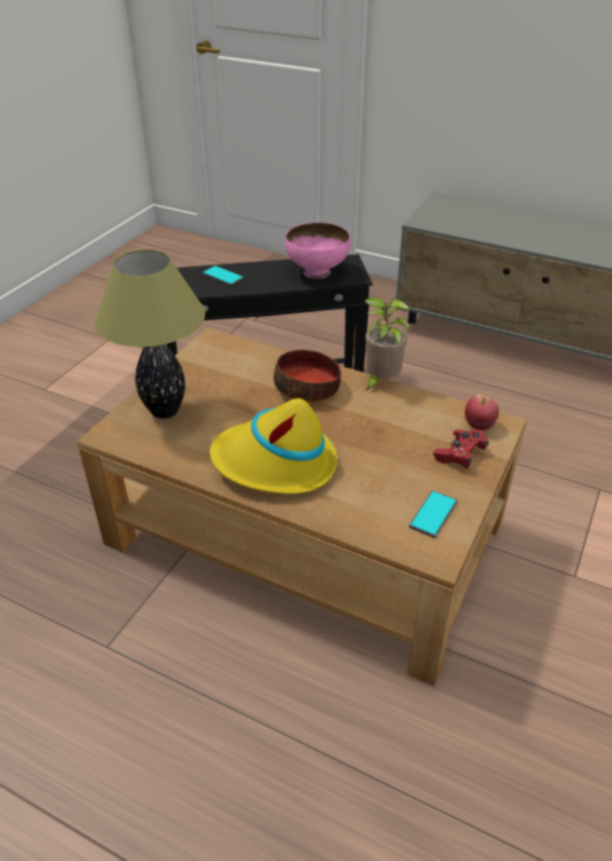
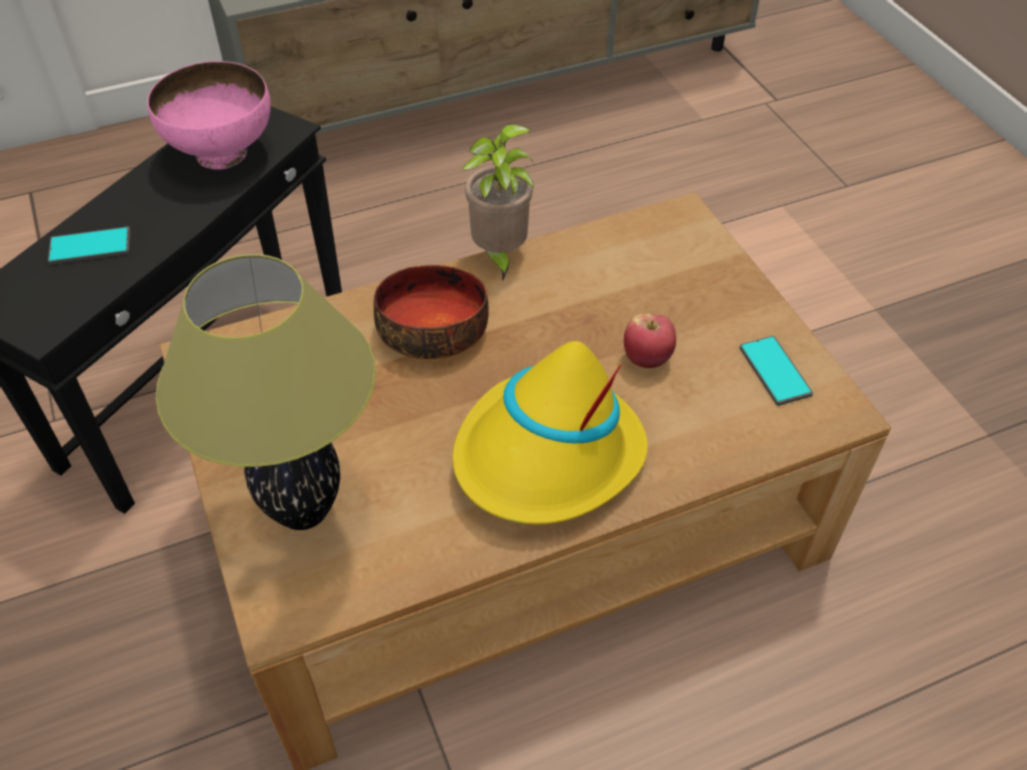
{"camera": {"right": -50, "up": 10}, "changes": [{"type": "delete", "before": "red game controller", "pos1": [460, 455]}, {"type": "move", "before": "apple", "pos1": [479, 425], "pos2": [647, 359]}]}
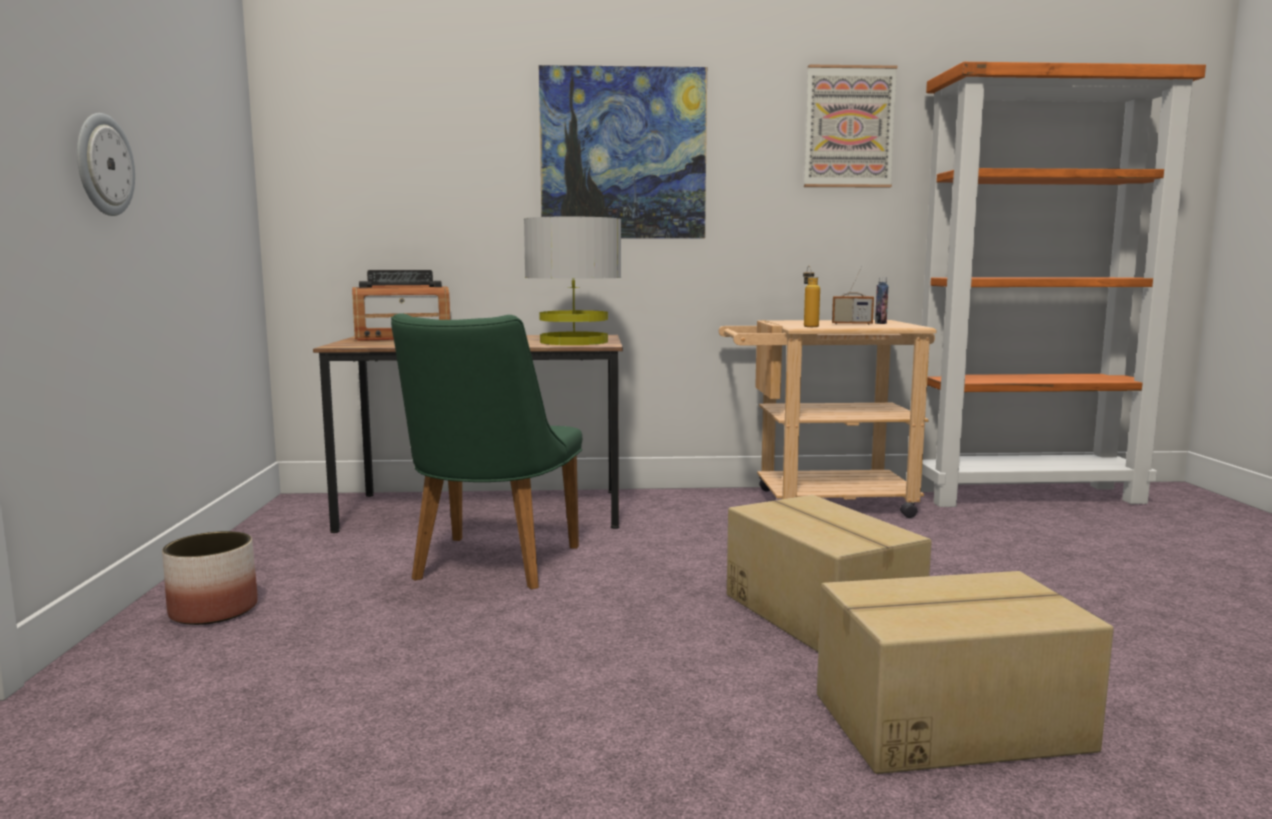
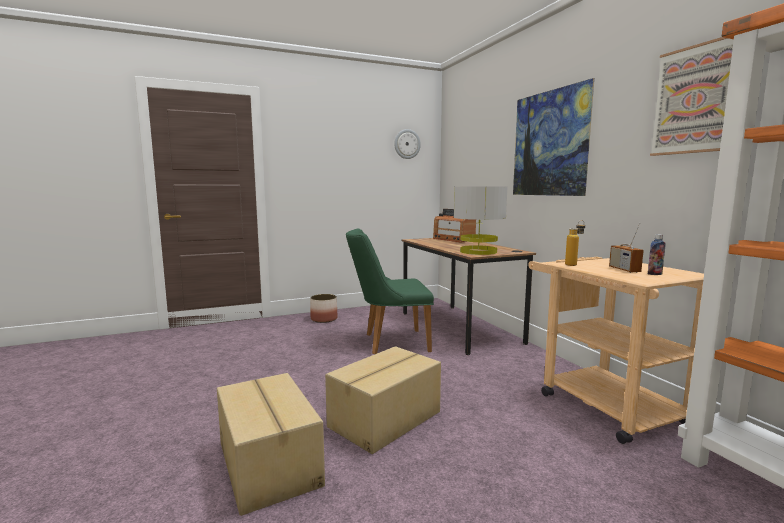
{"camera": {"right": 70, "up": 0}, "changes": [{"type": "move", "before": "wall clock", "pos1": [103, 165], "pos2": [407, 144]}]}
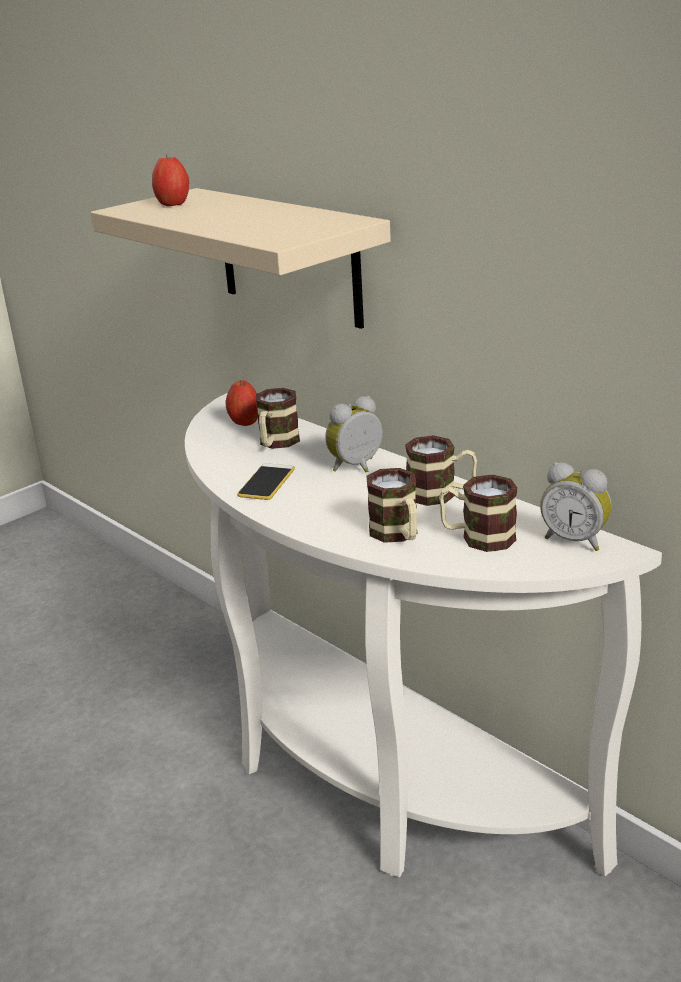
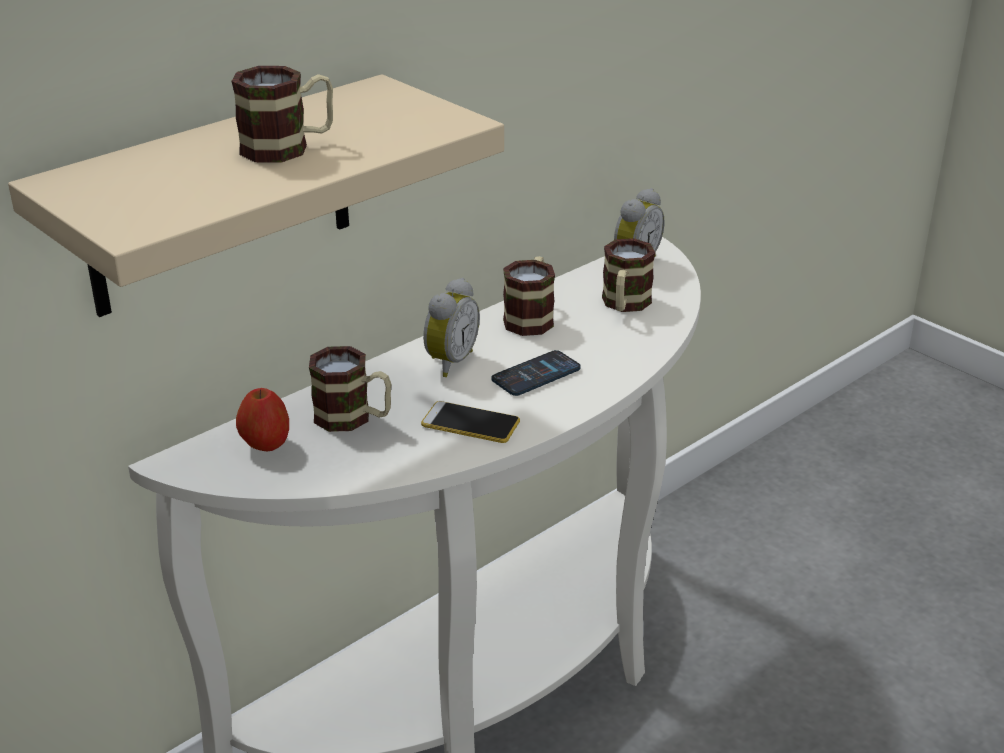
{"camera": {"right": -90, "up": 5}, "changes": [{"type": "delete", "before": "apple", "pos1": [173, 204]}, {"type": "rotate", "before": "alarm clock", "pos1": [358, 467], "pos2": [448, 362], "turn": -120}, {"type": "move", "before": "mug", "pos1": [398, 535], "pos2": [288, 147]}, {"type": "insert", "after": "phone", "pos2": [536, 374]}]}
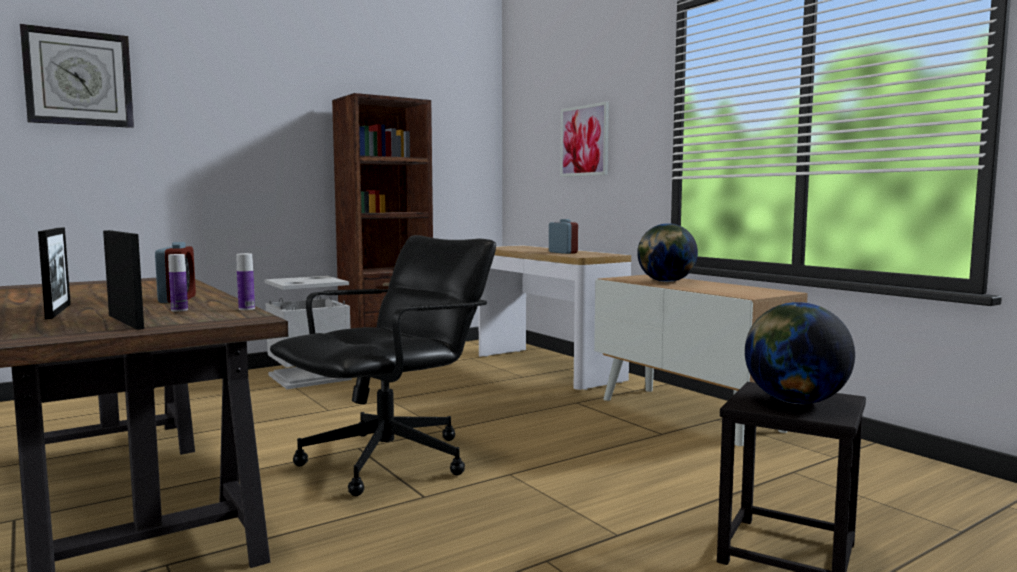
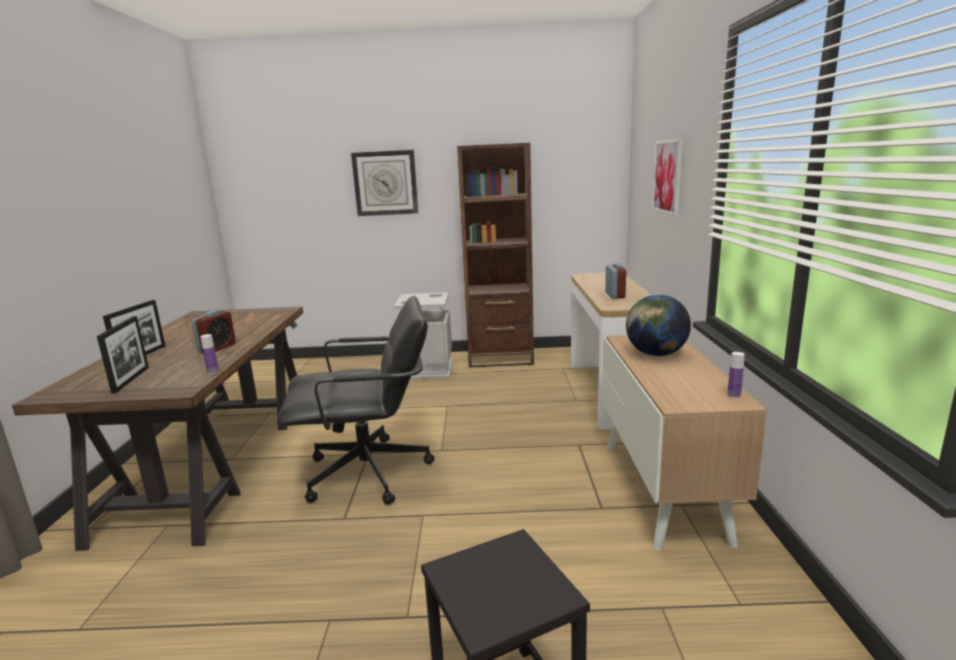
{"camera": {"right": 35, "up": 10}, "changes": [{"type": "move", "before": "wall clock", "pos1": [79, 78], "pos2": [385, 183]}, {"type": "move", "before": "bottle", "pos1": [179, 310], "pos2": [734, 395]}, {"type": "delete", "before": "globe", "pos1": [794, 402]}]}
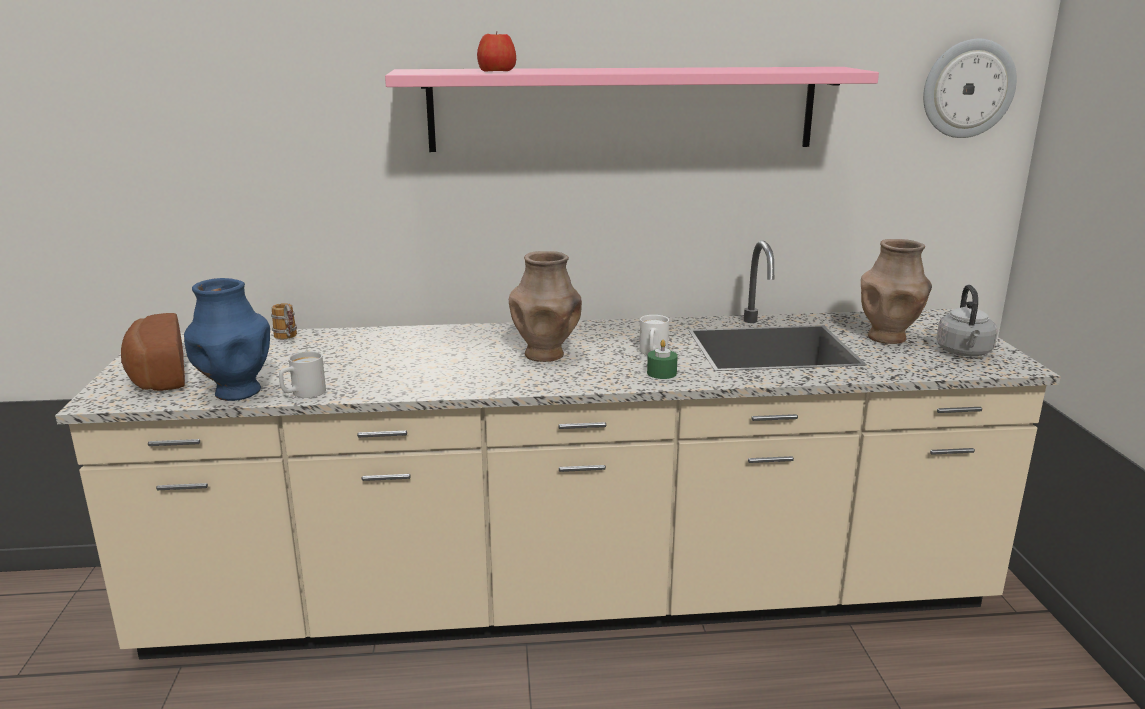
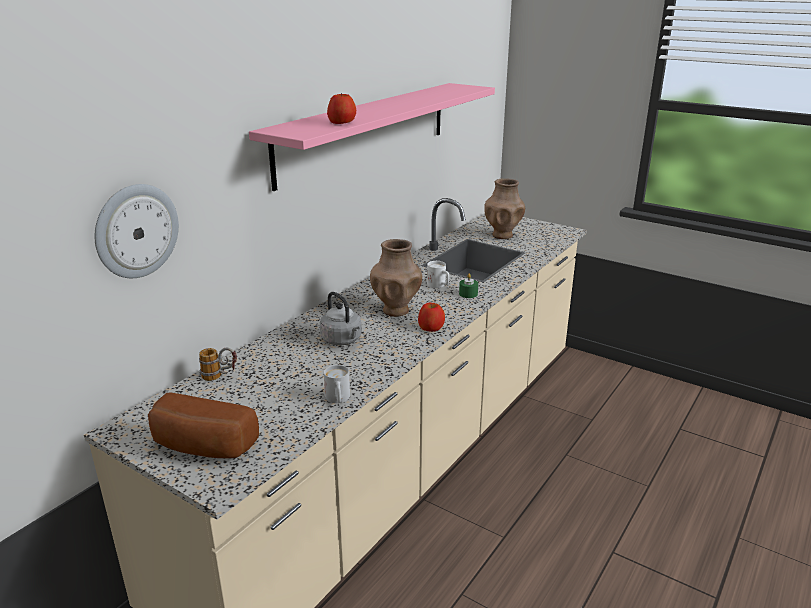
{"camera": {"right": -50, "up": 5}, "changes": [{"type": "delete", "before": "blue vase", "pos1": [236, 392]}, {"type": "move", "before": "wall clock", "pos1": [968, 89], "pos2": [136, 231]}, {"type": "move", "before": "grey kettle", "pos1": [964, 353], "pos2": [343, 340]}, {"type": "insert", "after": "apple", "pos2": [431, 327]}]}
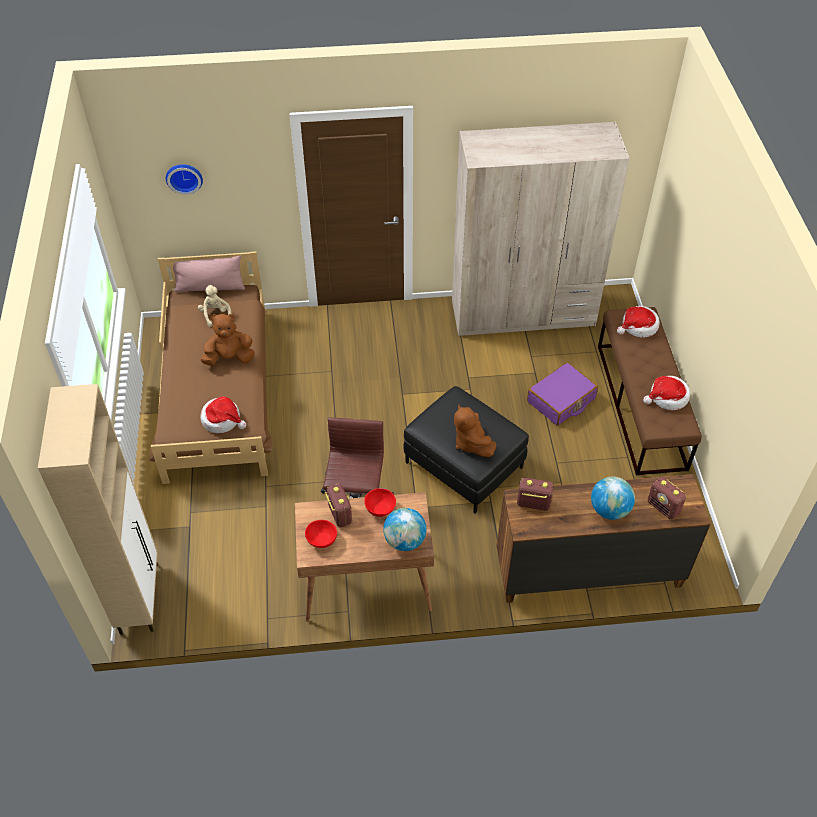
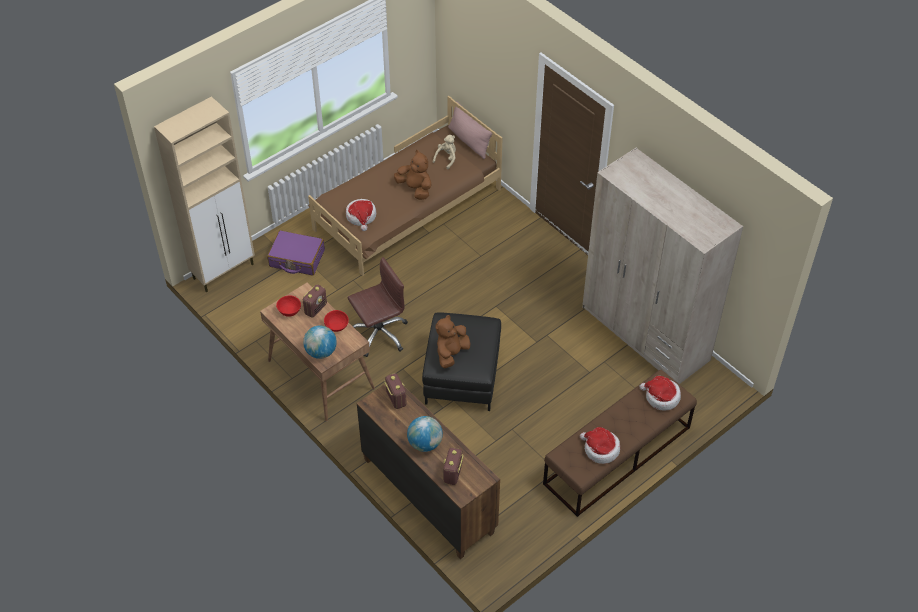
{"camera": {"right": 55, "up": 0}, "changes": [{"type": "delete", "before": "wall clock", "pos1": [184, 177]}, {"type": "move", "before": "purple suitcase", "pos1": [561, 400], "pos2": [296, 258]}]}
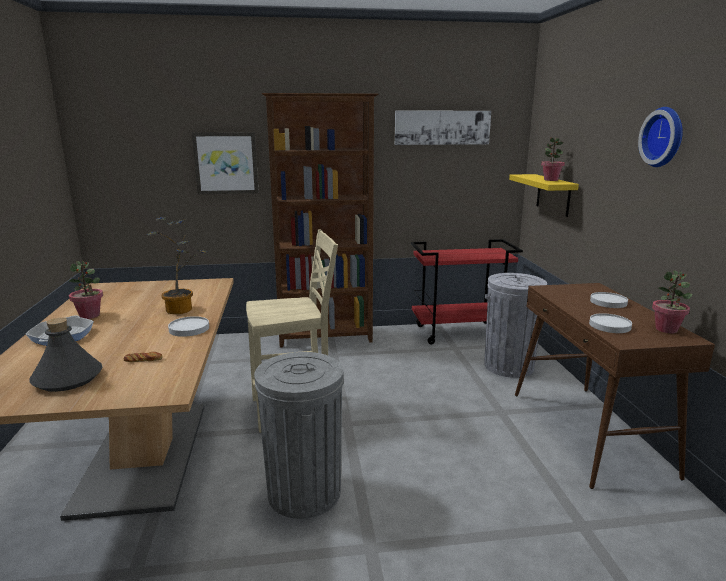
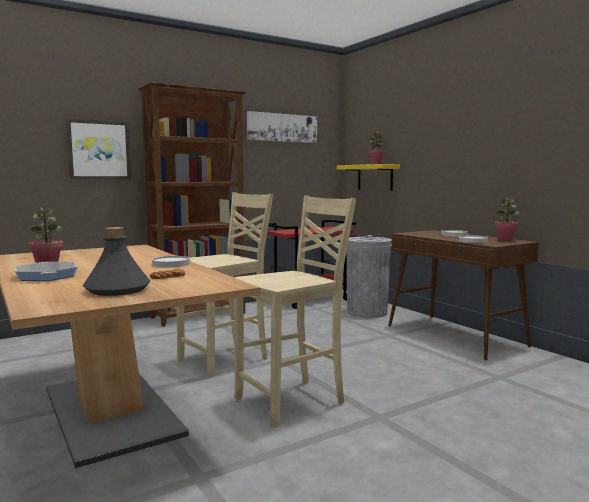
{"camera": {"right": -25, "up": -10}, "changes": [{"type": "delete", "before": "potted plant", "pos1": [183, 310]}, {"type": "replace", "before": "grey trash can", "after": "beige chair", "pos1": [304, 492], "pos2": [293, 401]}, {"type": "delete", "before": "wall clock", "pos1": [665, 137]}]}
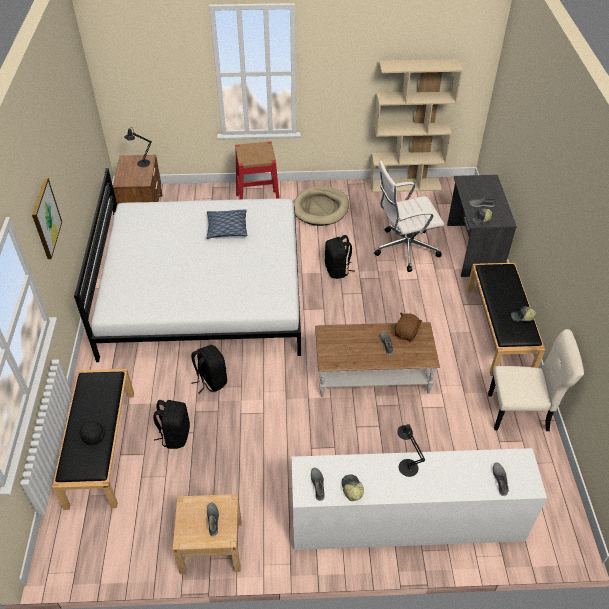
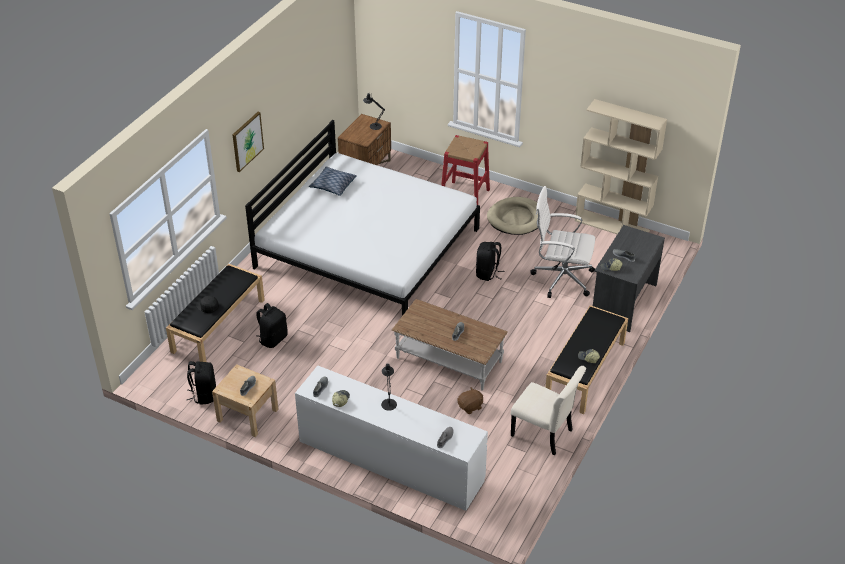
{"camera": {"right": 30, "up": -5}, "changes": [{"type": "move", "before": "black backpack", "pos1": [211, 380], "pos2": [204, 395]}, {"type": "move", "before": "pillow", "pos1": [227, 229], "pos2": [333, 185]}, {"type": "move", "before": "brown plush toy", "pos1": [406, 333], "pos2": [470, 407]}]}
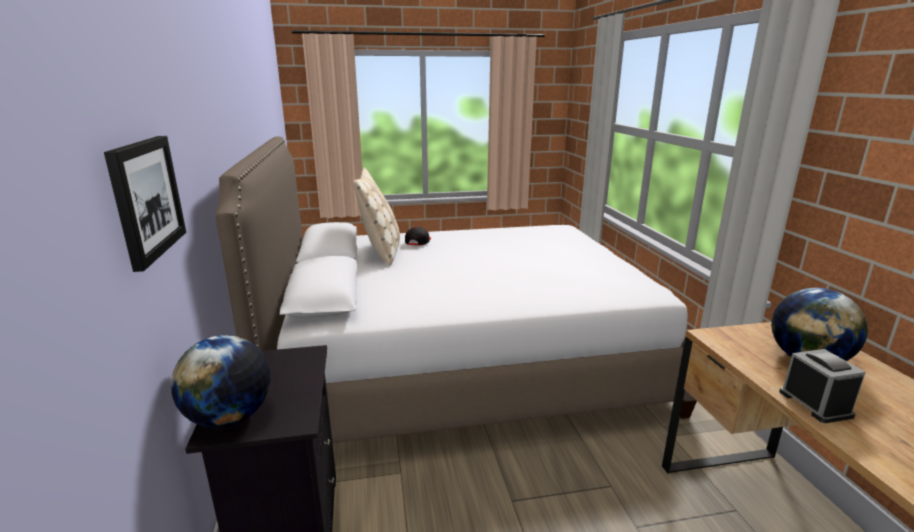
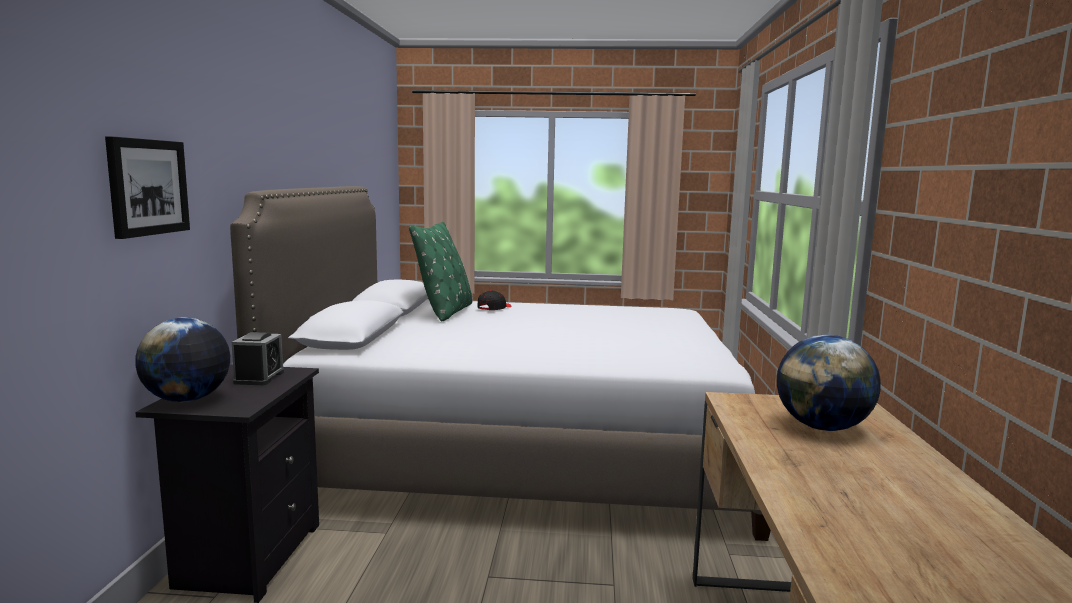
{"camera": {"right": 15, "up": -10}, "changes": [{"type": "recolor", "before": "beige pillow", "after": "green pillow", "pos1": [381, 251], "pos2": [445, 312]}, {"type": "move", "before": "alarm clock", "pos1": [815, 404], "pos2": [259, 377]}]}
